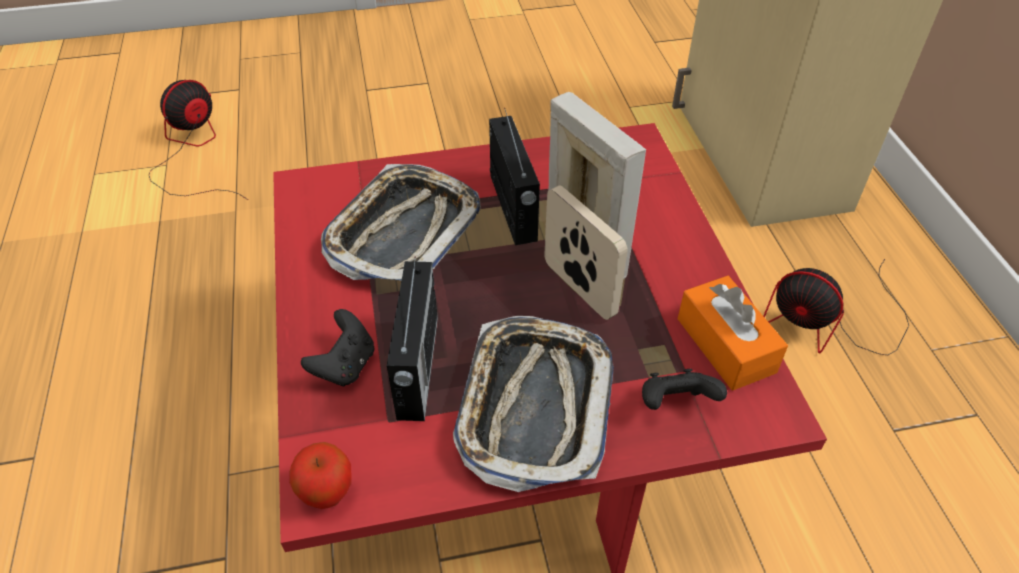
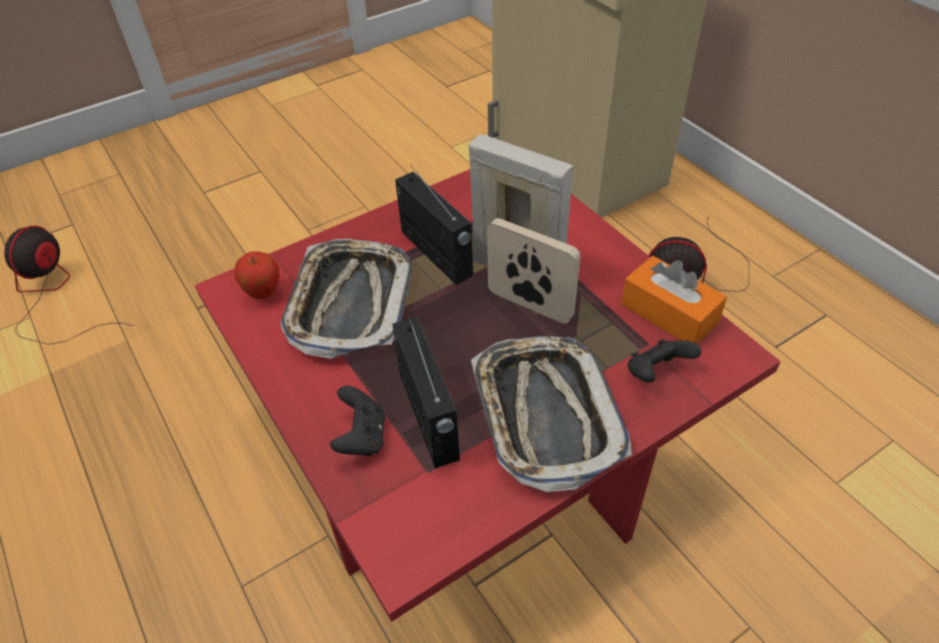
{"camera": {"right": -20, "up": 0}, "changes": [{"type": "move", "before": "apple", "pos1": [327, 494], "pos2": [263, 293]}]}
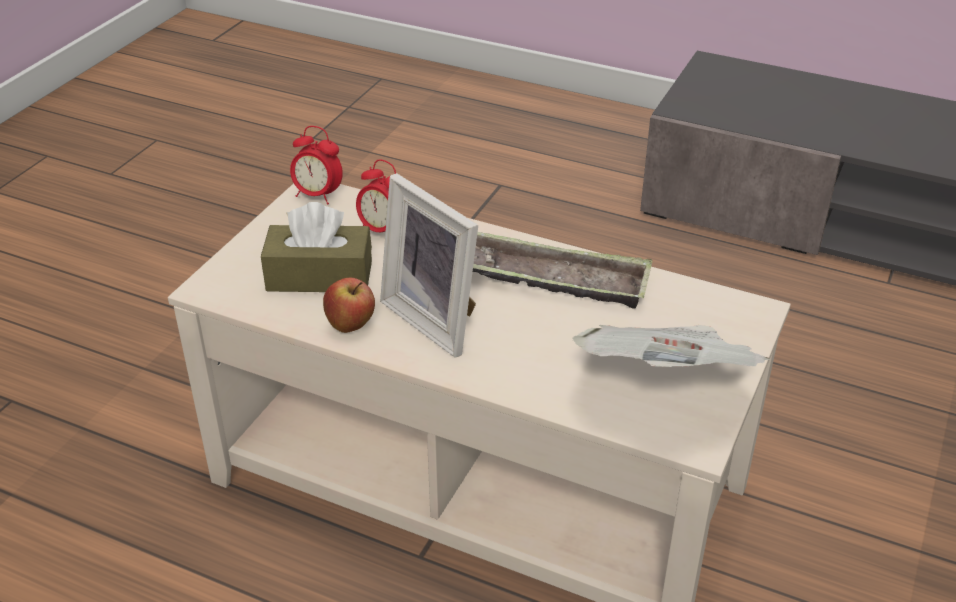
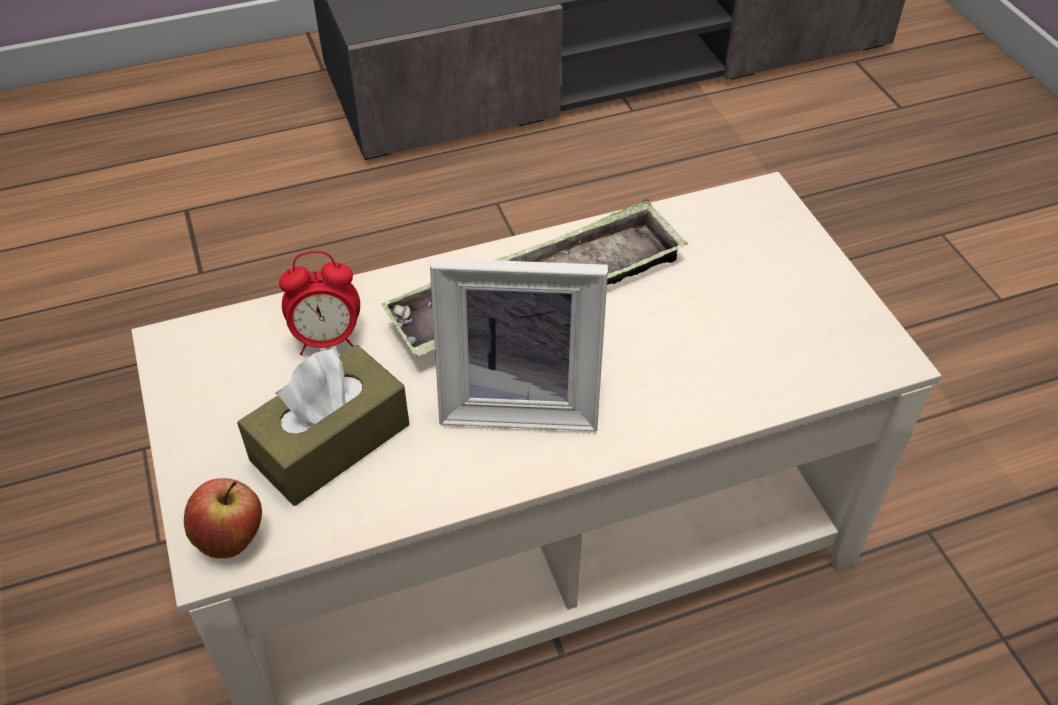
{"camera": {"right": -45, "up": 10}, "changes": [{"type": "delete", "before": "alarm clock", "pos1": [318, 195]}, {"type": "move", "before": "apple", "pos1": [351, 325], "pos2": [232, 539]}, {"type": "delete", "before": "newspaper", "pos1": [666, 383]}]}
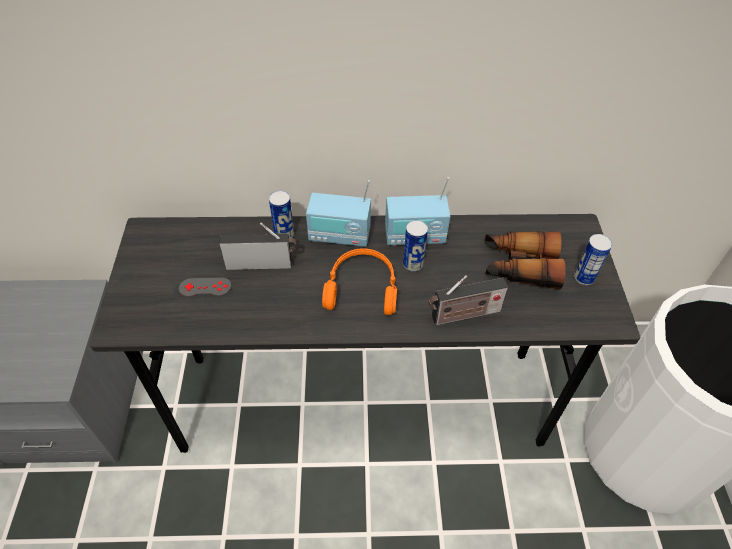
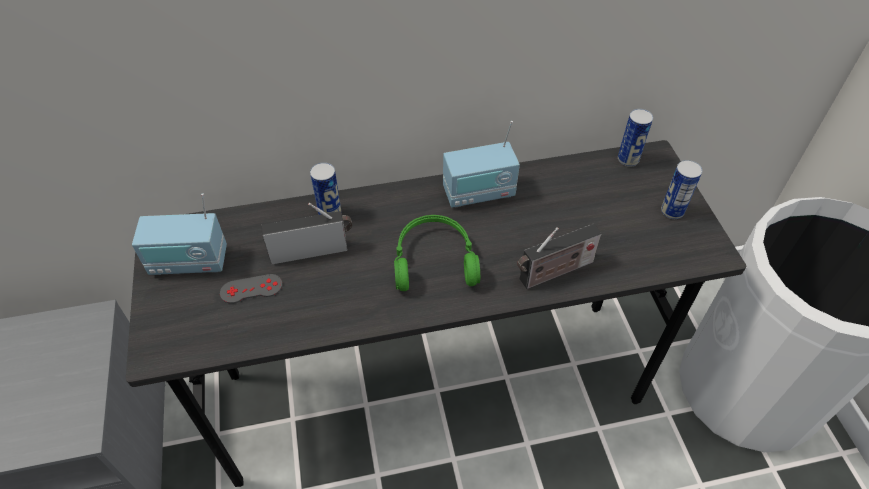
{"camera": {"right": -10, "up": 0}, "changes": [{"type": "move", "before": "radio", "pos1": [339, 236], "pos2": [189, 262]}, {"type": "recolor", "before": "orange headphones", "after": "green headphones", "pos1": [362, 287], "pos2": [434, 260]}, {"type": "move", "before": "can", "pos1": [412, 264], "pos2": [628, 159]}, {"type": "delete", "before": "binoculars", "pos1": [519, 266]}]}
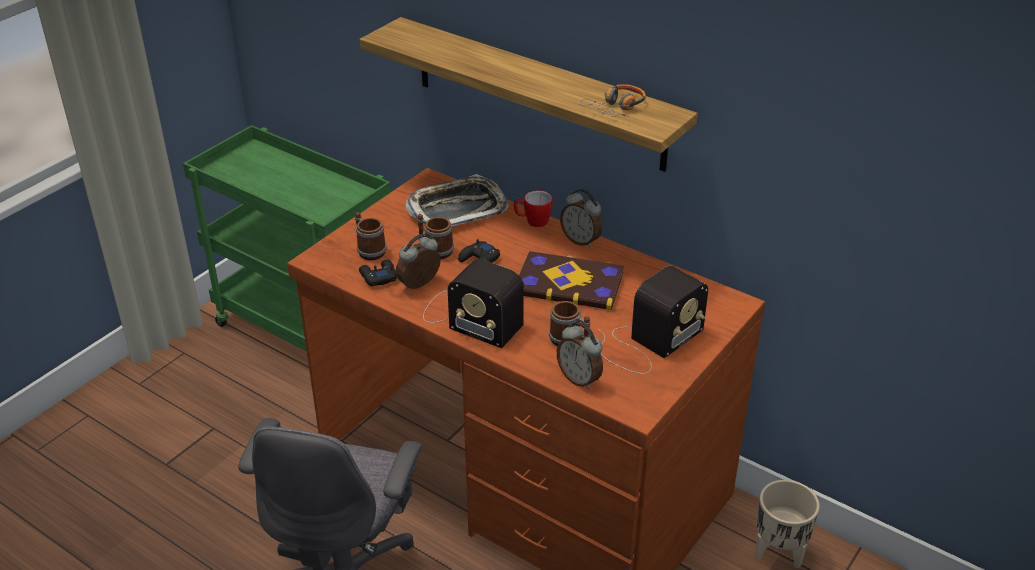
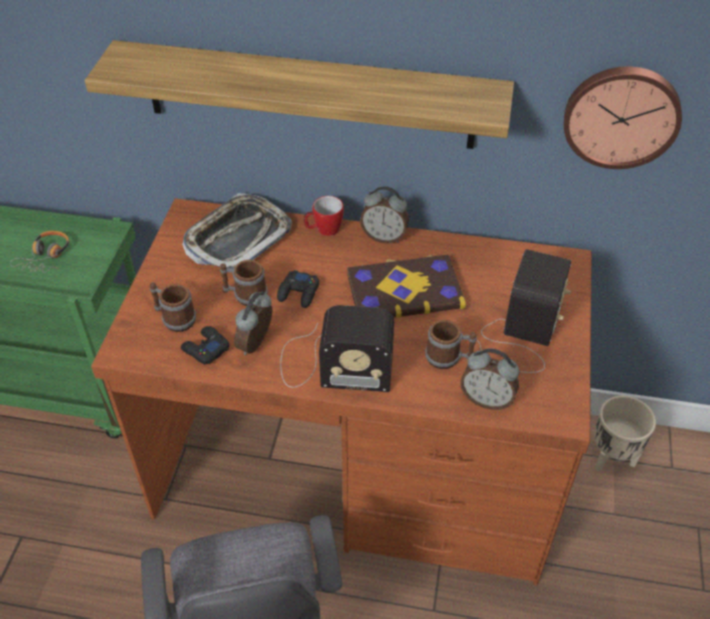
{"camera": {"right": -25, "up": 10}, "changes": [{"type": "move", "before": "headphones", "pos1": [616, 108], "pos2": [46, 257]}, {"type": "insert", "after": "wall clock", "pos2": [621, 115]}]}
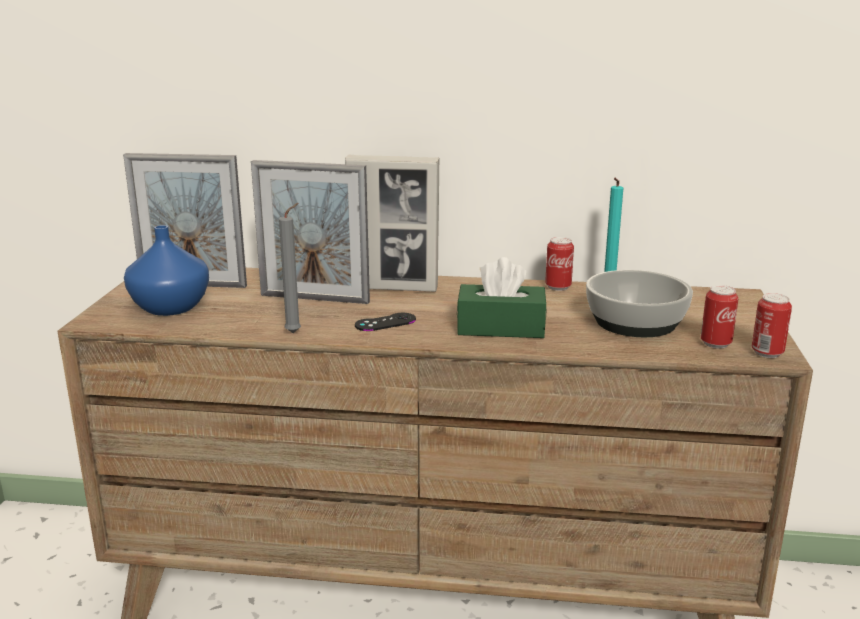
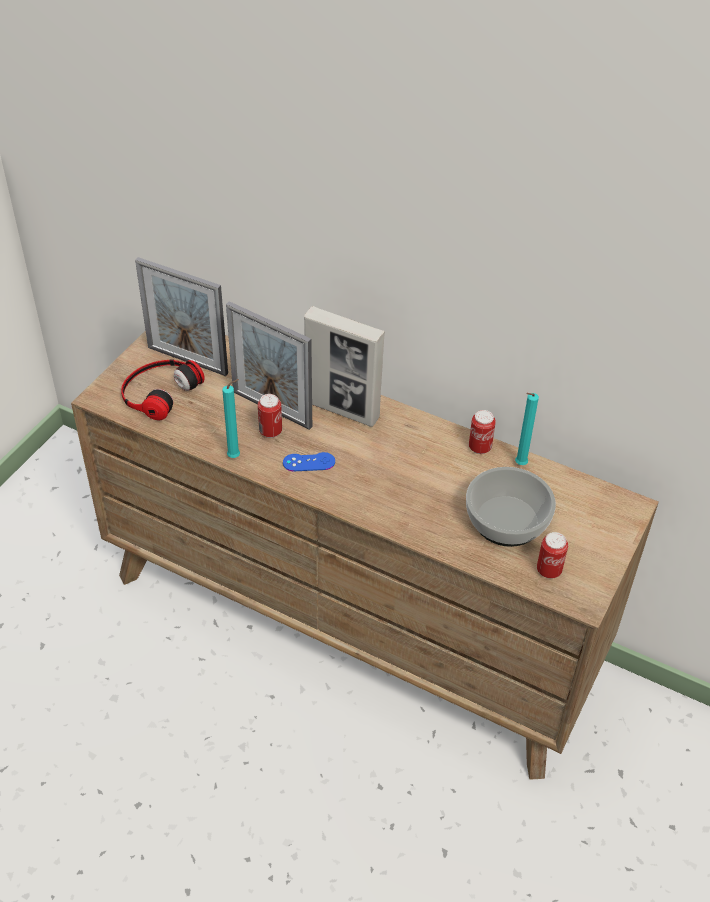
{"camera": {"right": 20, "up": 25}, "changes": [{"type": "replace", "before": "blue vase", "after": "headphones", "pos1": [170, 307], "pos2": [158, 391]}, {"type": "recolor", "before": "grey candle", "after": "turquoise candle", "pos1": [295, 332], "pos2": [236, 457]}, {"type": "recolor", "before": "black game controller", "after": "blue game controller", "pos1": [385, 322], "pos2": [309, 462]}, {"type": "delete", "before": "green tissue box", "pos1": [501, 328]}, {"type": "move", "before": "can", "pos1": [767, 353], "pos2": [270, 431]}]}
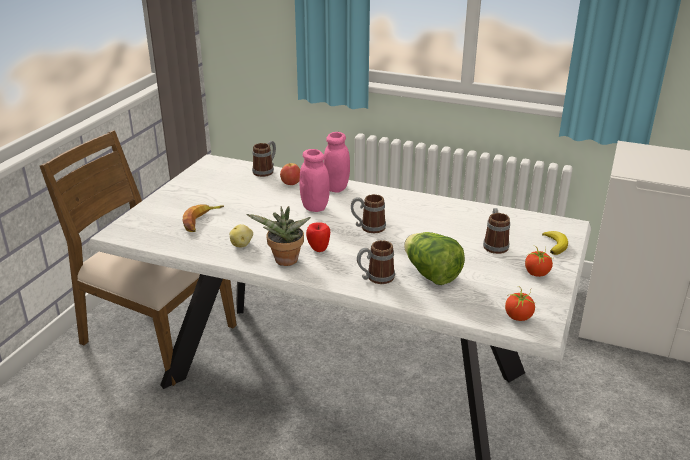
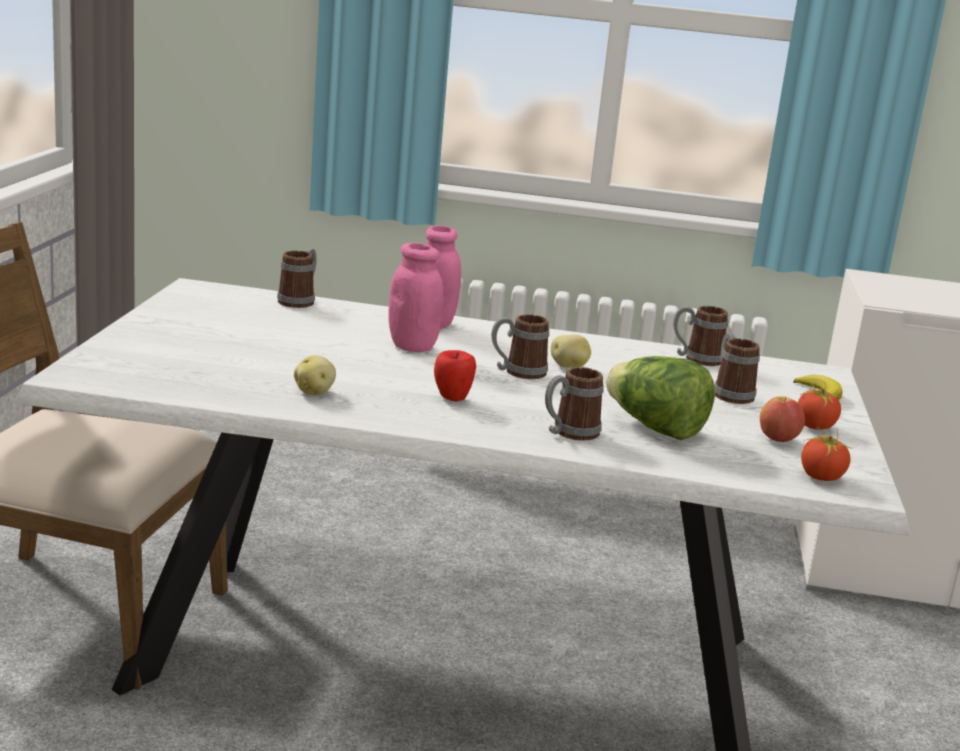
{"camera": {"right": -15, "up": -10}, "changes": [{"type": "delete", "before": "banana", "pos1": [201, 221]}, {"type": "delete", "before": "potted plant", "pos1": [284, 262]}, {"type": "move", "before": "apple", "pos1": [291, 183], "pos2": [778, 439]}, {"type": "insert", "after": "potato", "pos2": [569, 366]}, {"type": "insert", "after": "mug", "pos2": [696, 359]}]}
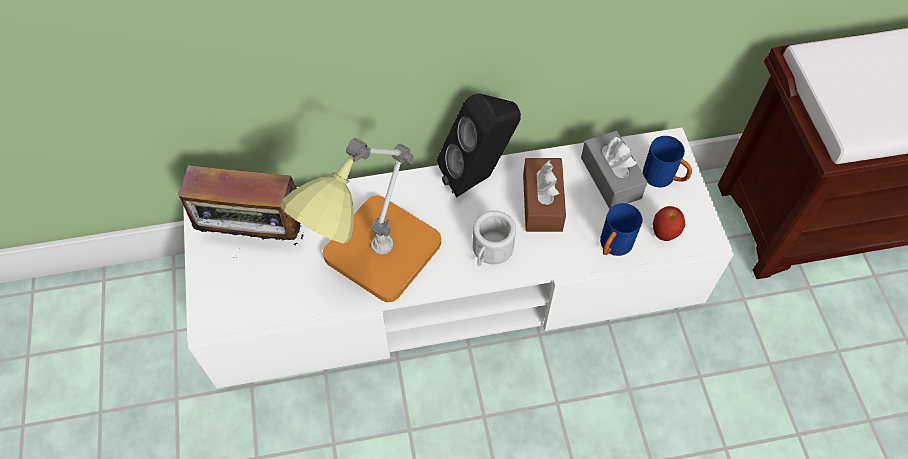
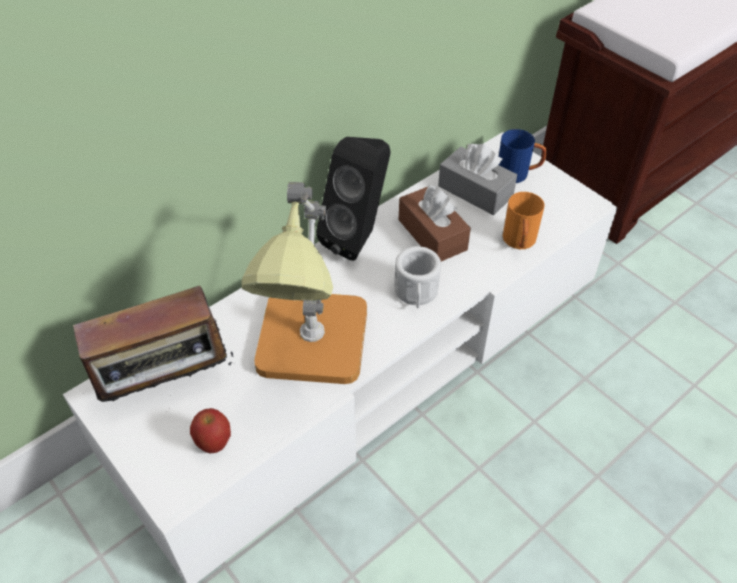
{"camera": {"right": -30, "up": -10}, "changes": [{"type": "recolor", "before": "blue mug", "after": "orange mug", "pos1": [613, 247], "pos2": [519, 243]}, {"type": "move", "before": "apple", "pos1": [664, 234], "pos2": [214, 444]}]}
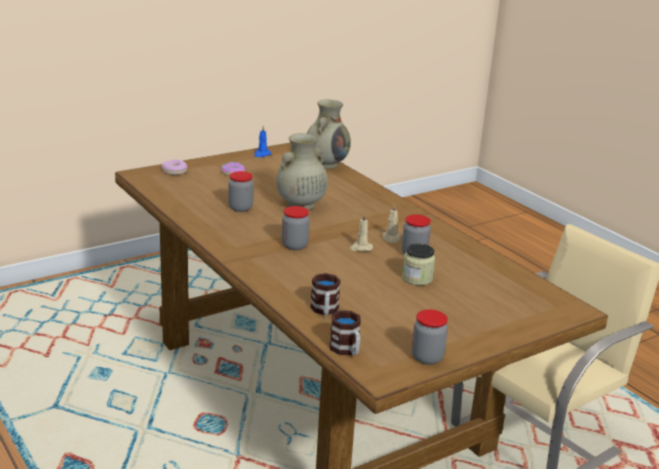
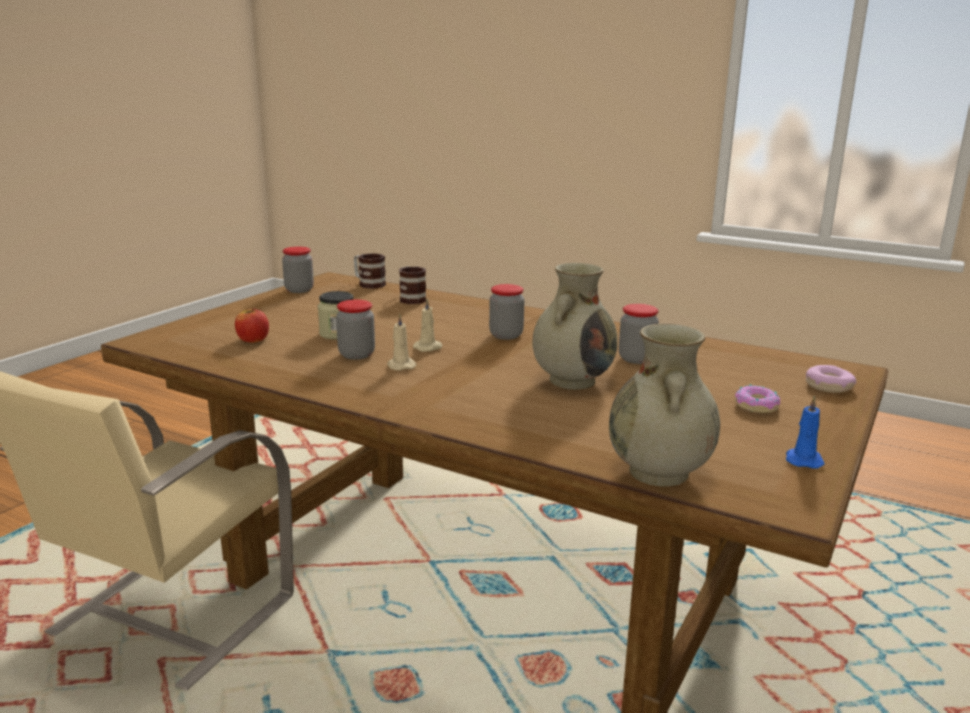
{"camera": {"right": 155, "up": -5}, "changes": [{"type": "insert", "after": "apple", "pos2": [253, 340]}]}
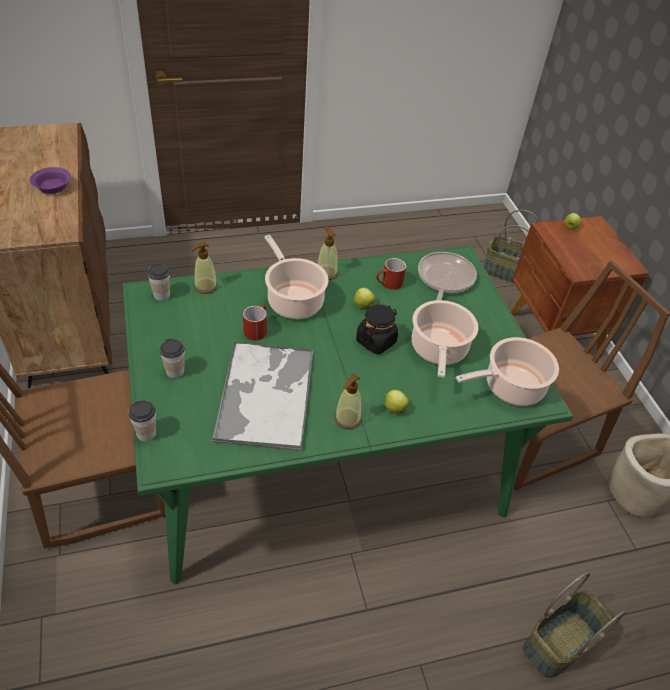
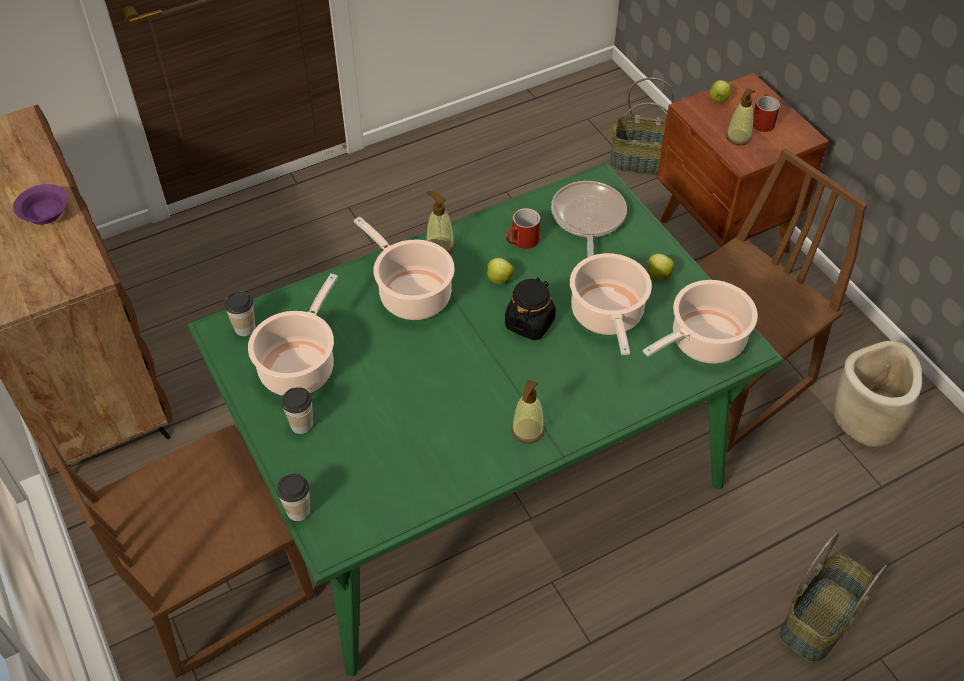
{"camera": {"right": -10, "up": 5}, "changes": [{"type": "move", "before": "soap dispenser", "pos1": [205, 286], "pos2": [738, 137]}, {"type": "delete", "before": "tray", "pos1": [266, 394]}, {"type": "move", "before": "red mug", "pos1": [256, 329], "pos2": [761, 121]}, {"type": "move", "before": "apple", "pos1": [394, 408], "pos2": [657, 275]}, {"type": "insert", "after": "cooking pot", "pos2": [299, 366]}]}
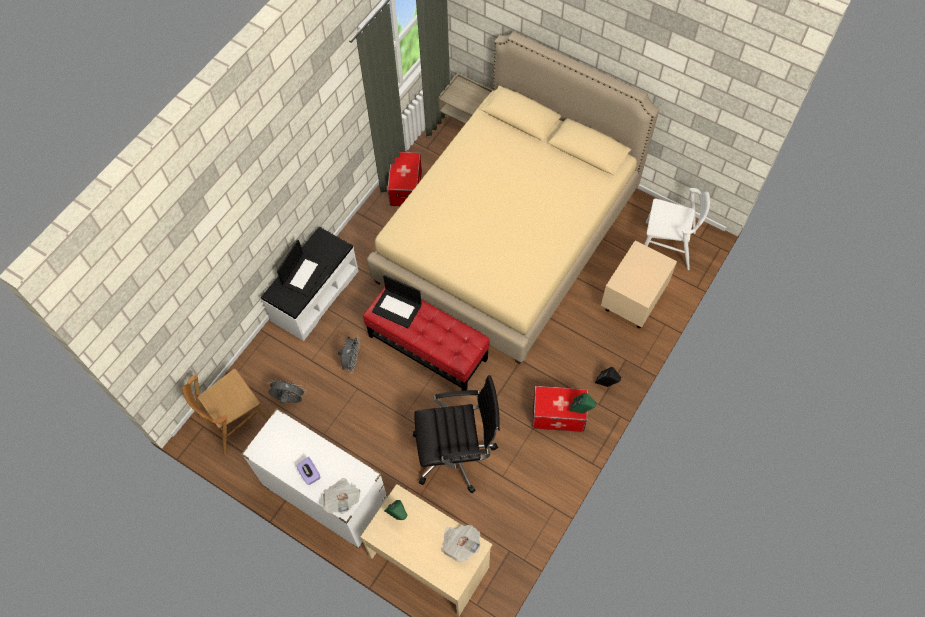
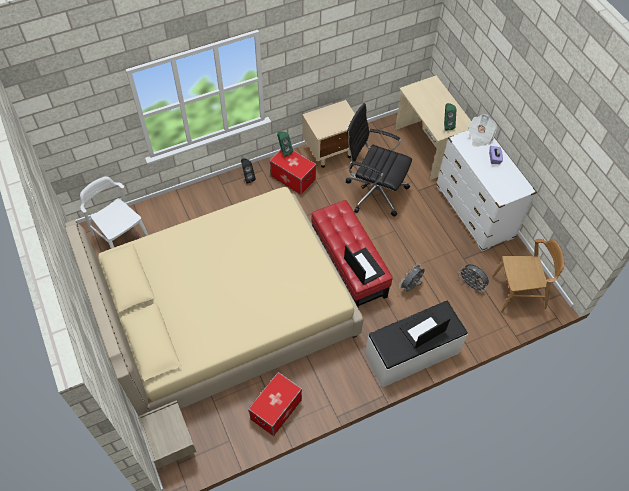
{"camera": {"right": -150, "up": -5}, "changes": [{"type": "delete", "before": "newspaper", "pos1": [460, 544]}, {"type": "move", "before": "beige nightstand", "pos1": [631, 304], "pos2": [331, 151]}]}
